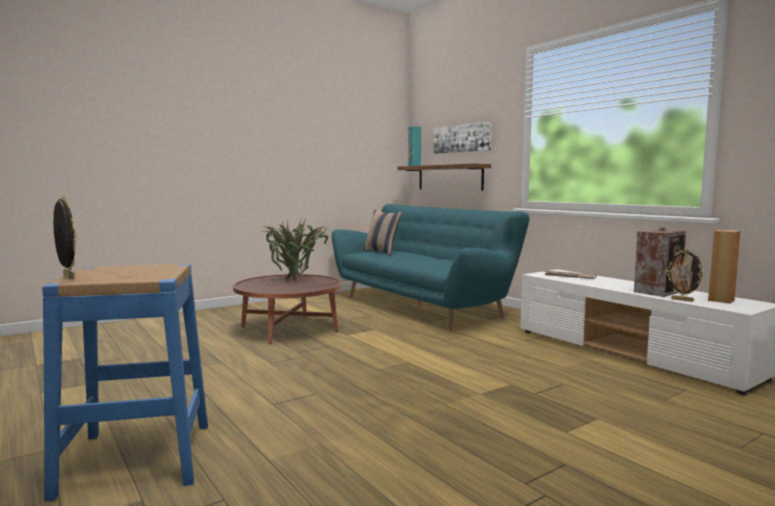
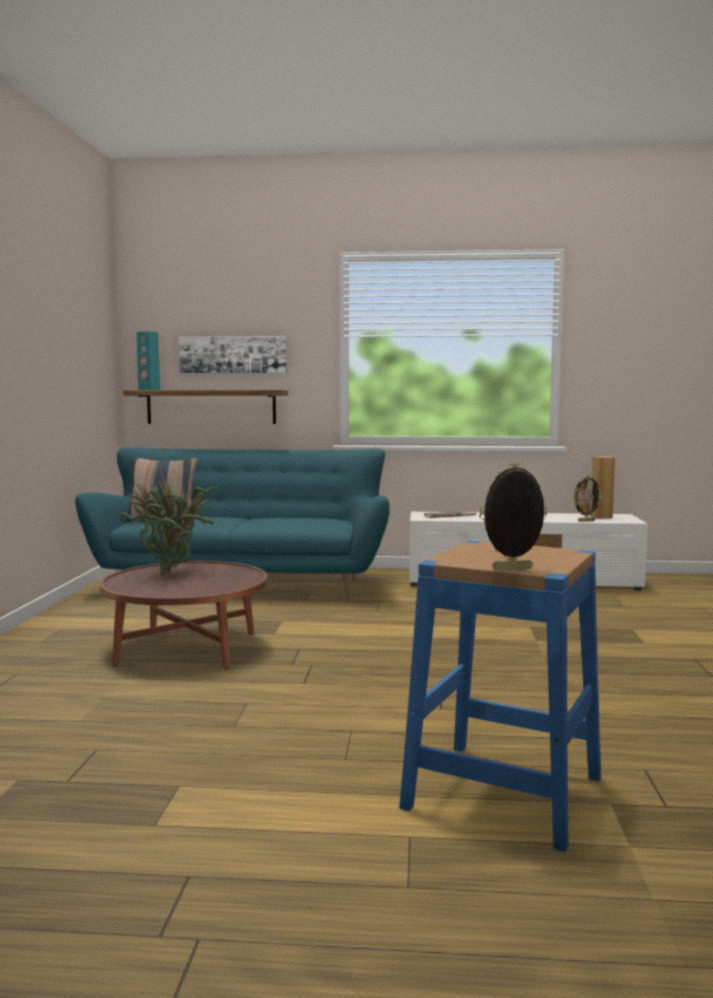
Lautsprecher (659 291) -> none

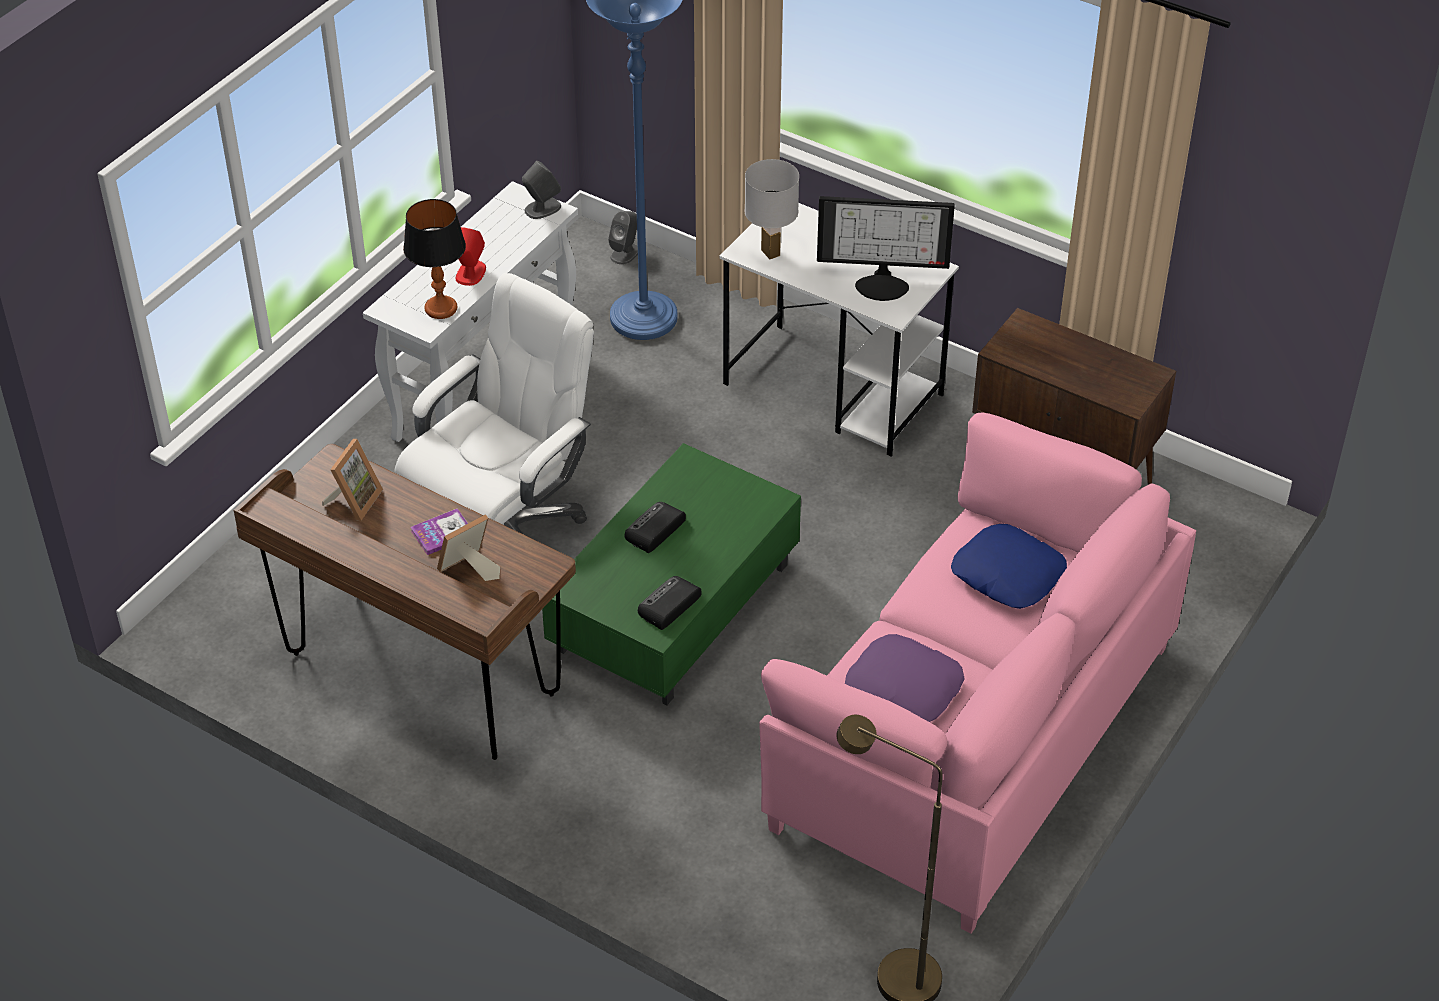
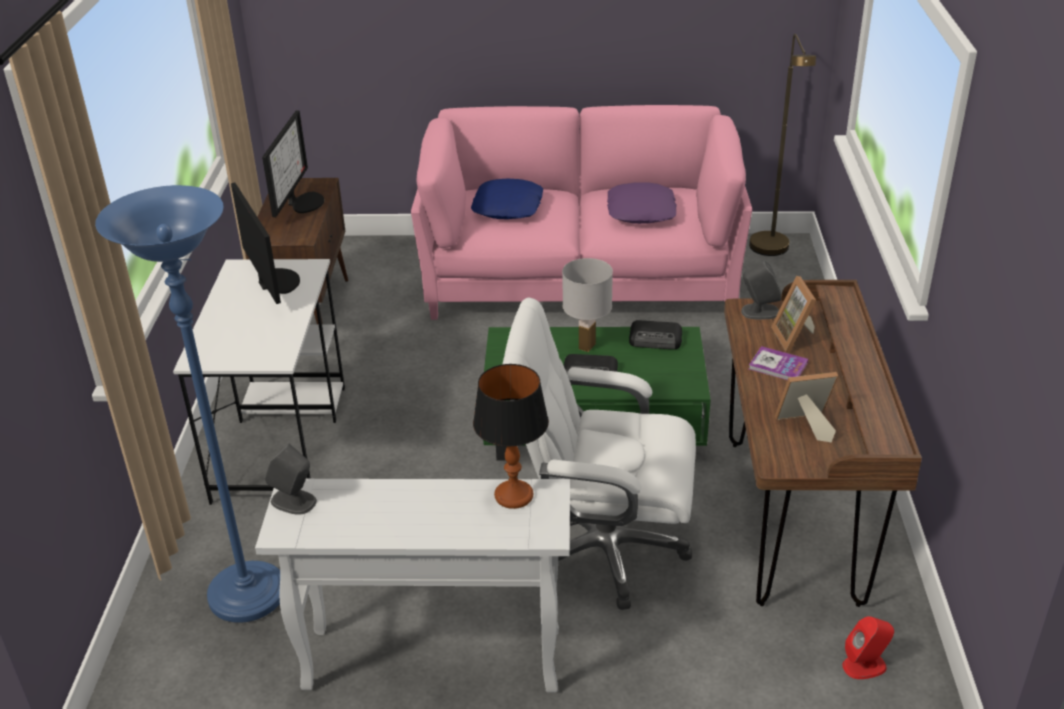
none -> Monitor (303 202)
Tischlampe/weiß (771 253) -> Tischlampe/weiß (586 346), move
Lautsprecher/grau (625 253) -> Lautsprecher/grau (759 312), move
Bilderrahmen (469 570) -> Bilderrahmen (795 338), 60 degrees clockwise
Lautsprecher/rot (470 273) -> Lautsprecher/rot (865 666), move

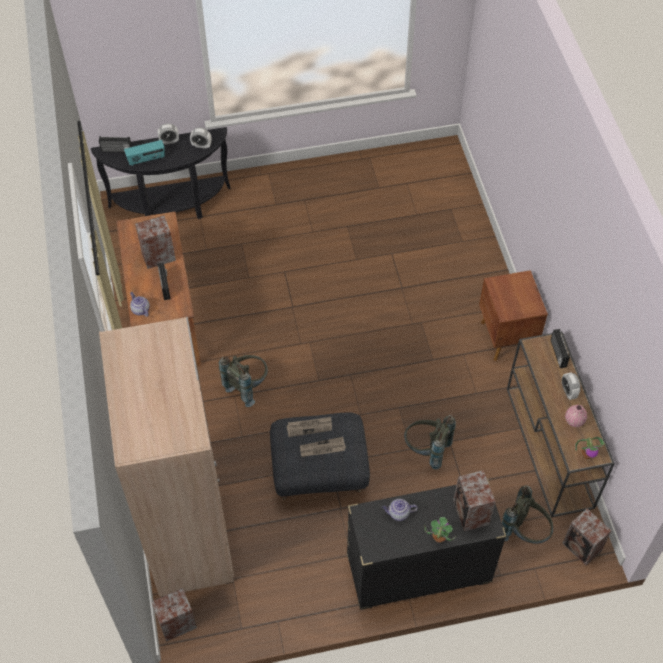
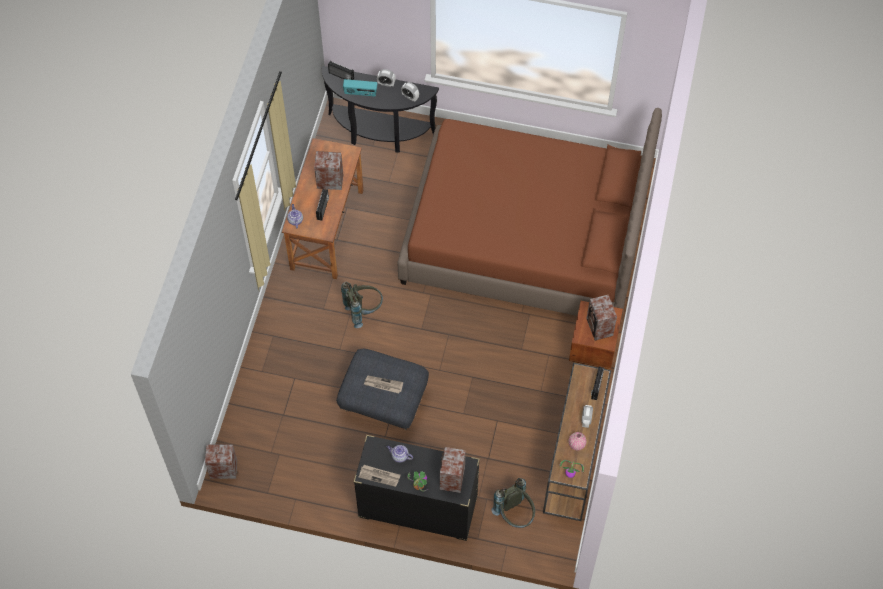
Zeitung (309 427) -> Zeitung (379 476), move
none -> Bett/braun (525 237)
Lautsprecher (582 548) -> Lautsprecher (599 328), move
Kleiderschrank/beige (188 529) -> none
Rucksack/grau (426 450) -> none

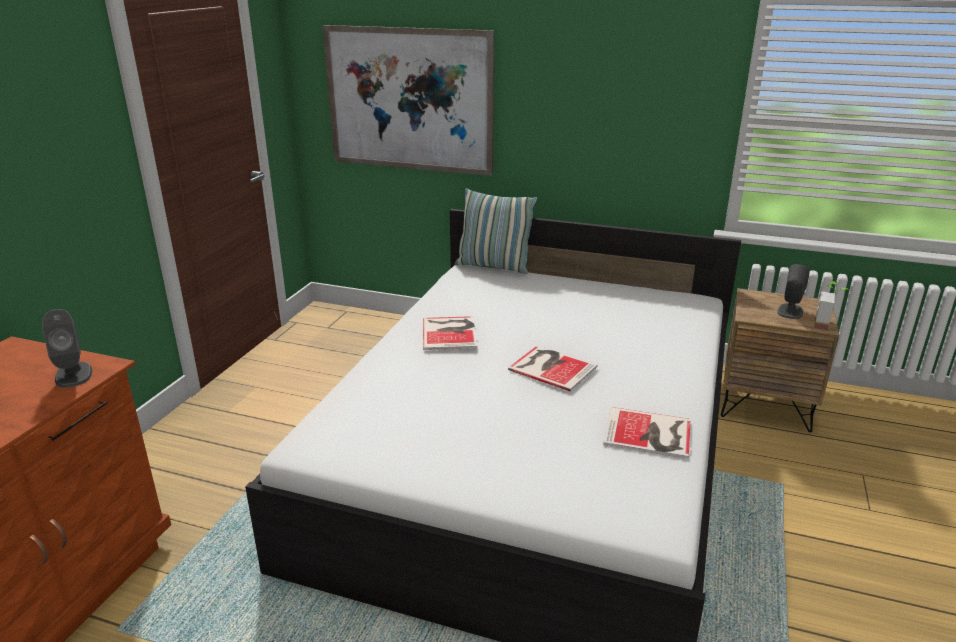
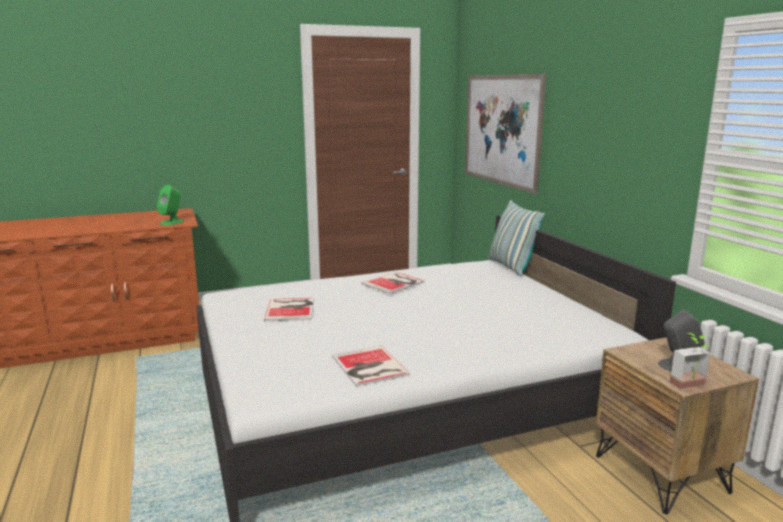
Lautsprecher/grau (73 374) -> Lautsprecher/grün (172 222)
Buch (551 367) -> Buch (291 309), move

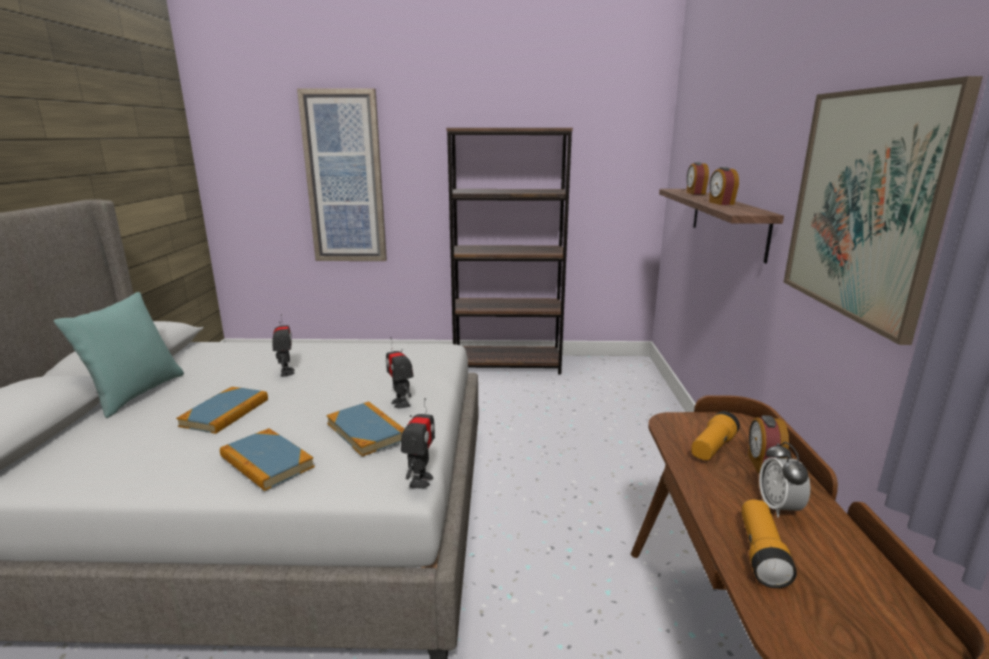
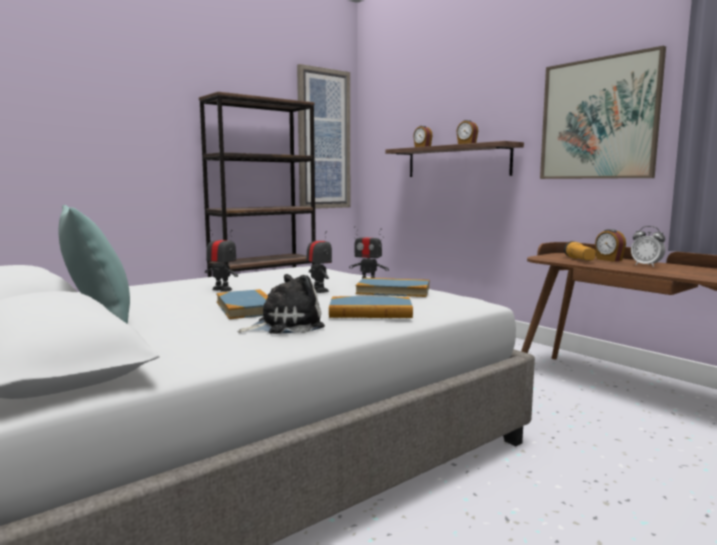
none -> Plüschtier (285 325)
Bild (345 178) -> Bild (323 139), move
Spielzeugroboter (420 480) -> Spielzeugroboter (319 291), move
Taschenlampe (761 554) -> none

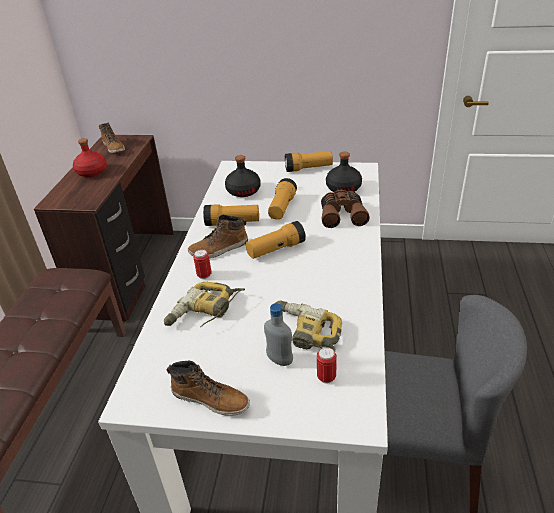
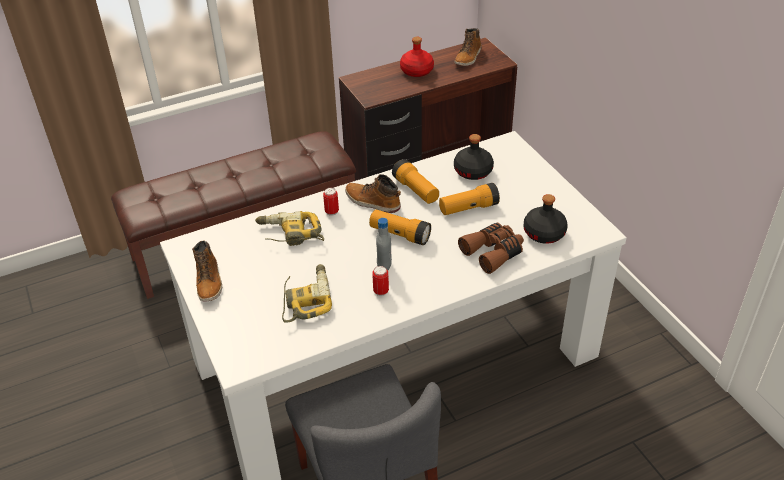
Dose (326 377) -> Dose (381 291), move
Flasche/grau (279 360) -> Flasche/grau (384 266), move
Taschenlampe (308 168) -> none

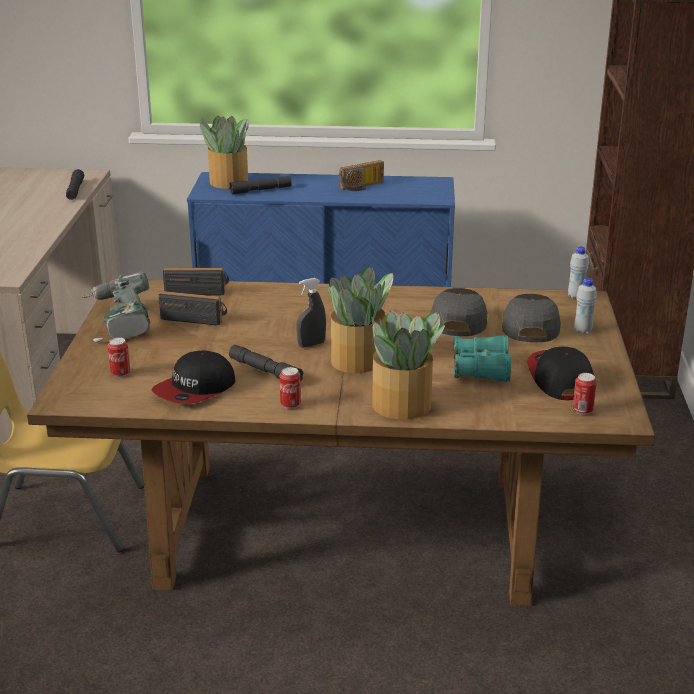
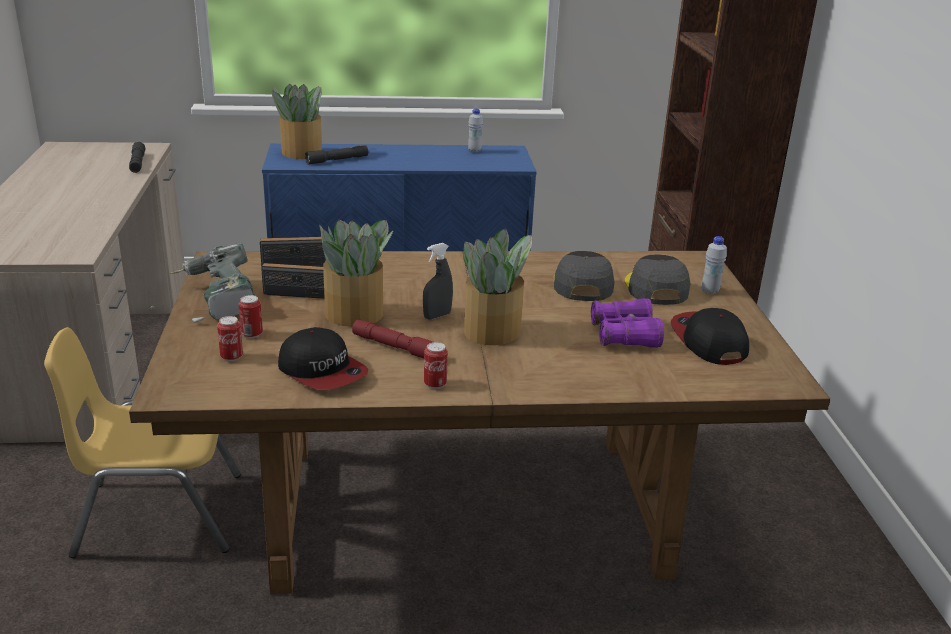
Dose (582 411) -> Dose (252 334), move
Kappe (195 389) -> Kappe (322 371), 75 degrees counterclockwise
Topfpflanze (402 406) -> Topfpflanze (355 314), move
Taschenlampe/grau (265 371) -> Taschenlampe/rot (395 347)
Flasche/weiß (575 297) -> Flasche/weiß (474 151), move
Fernglas/türkis (481 369) -> Fernglas/lila (625 335)
Radio (362 187) -> none

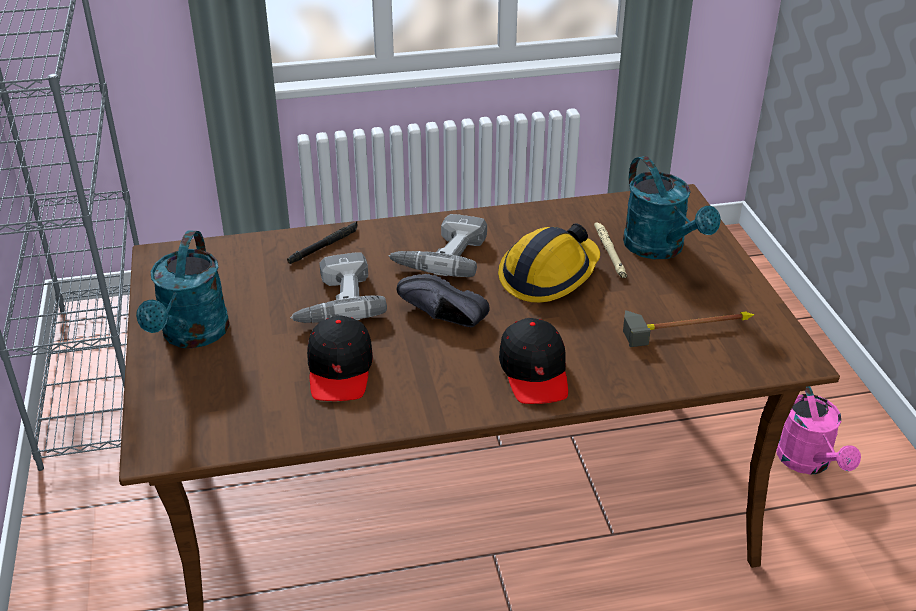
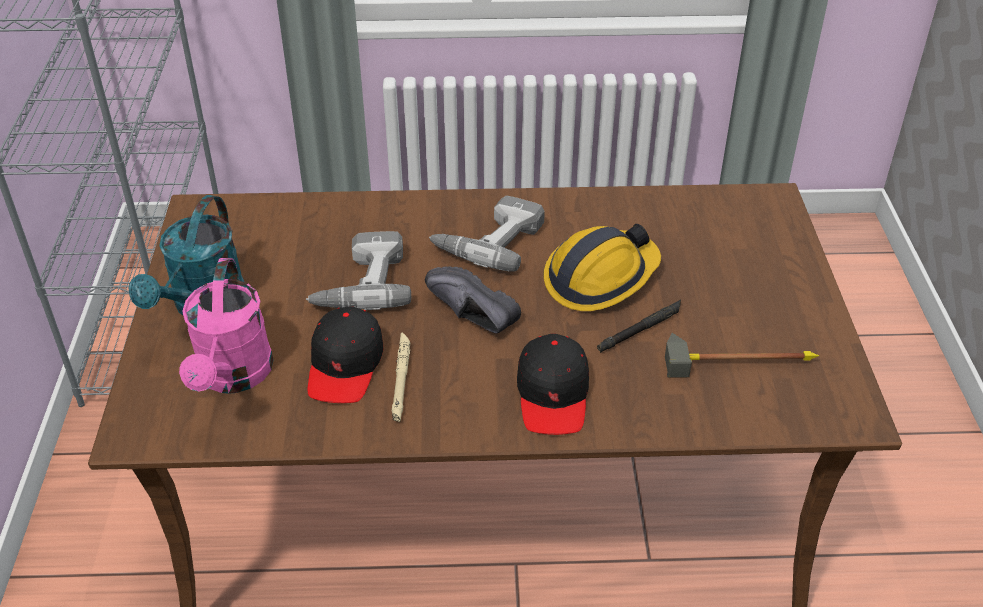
Gießkanne/rosa (808 463) -> Gießkanne/rosa (233 377), move
Taschenlampe/beige (609 253) -> Taschenlampe/beige (401 379), move
Taschenlampe/schwarz (324 246) -> Taschenlampe/schwarz (641 329), move
Gießkanne/türkis (660 249) -> none

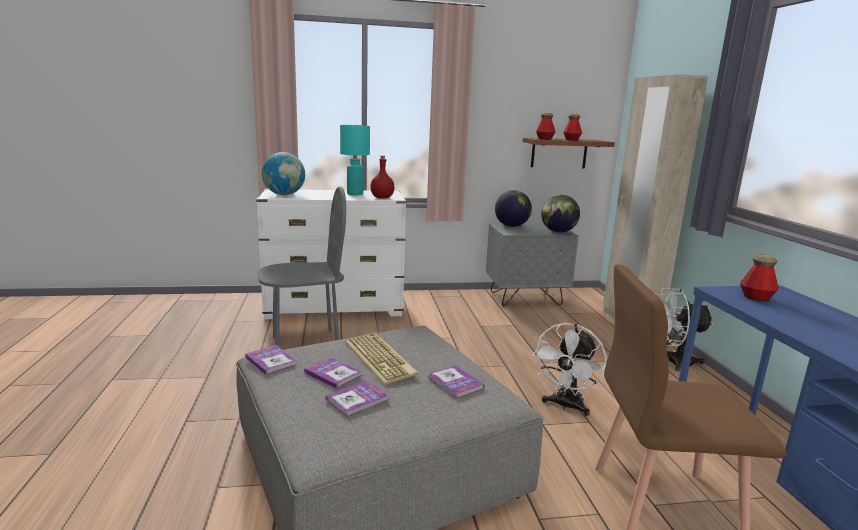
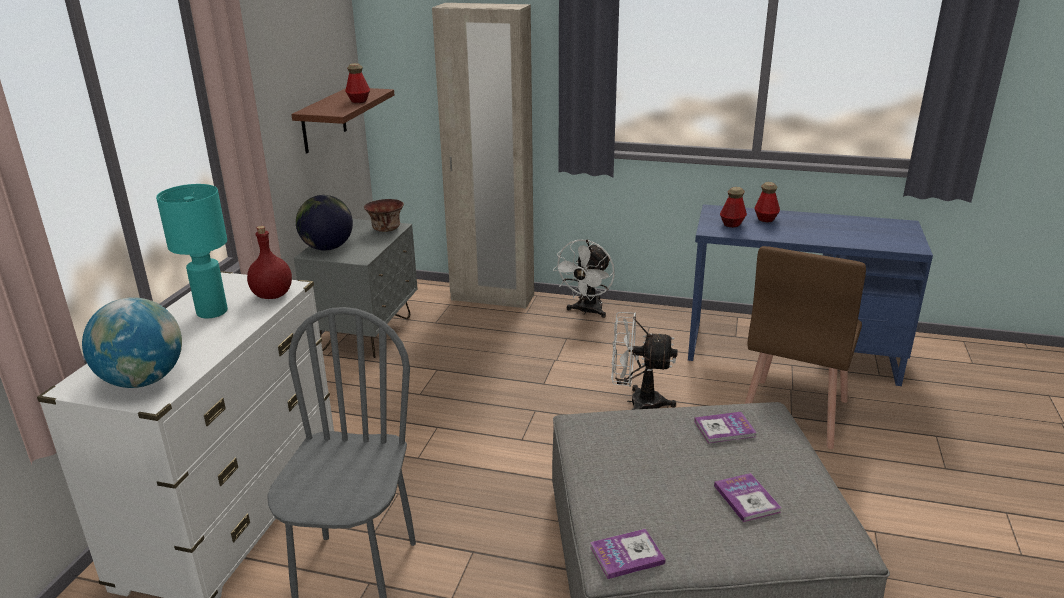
Globus (558 232) -> Schüssel (386 229)
Ventilator/weiß (565 406) -> Ventilator/weiß (637 403), 135 degrees clockwise
Flasche (544 139) -> Flasche (765 219), move
Buch (333 374) -> none
Tastatur (381 358) -> none

